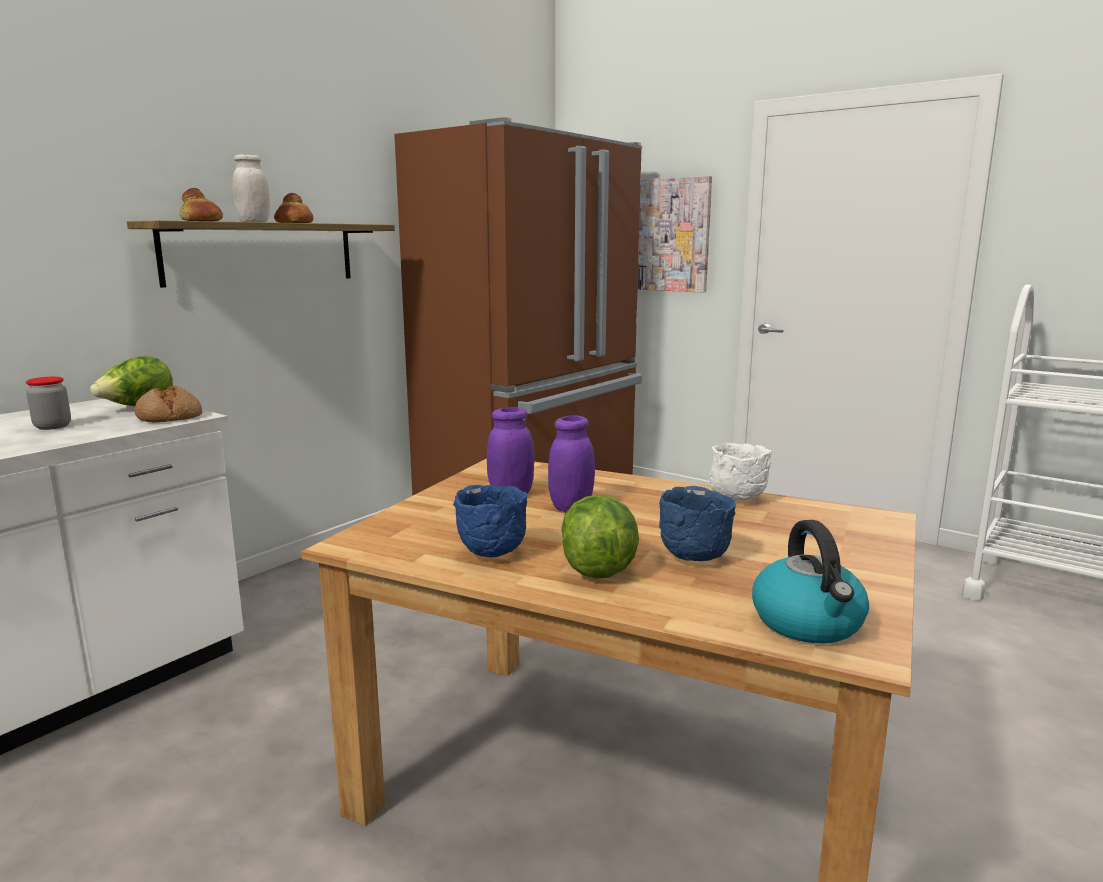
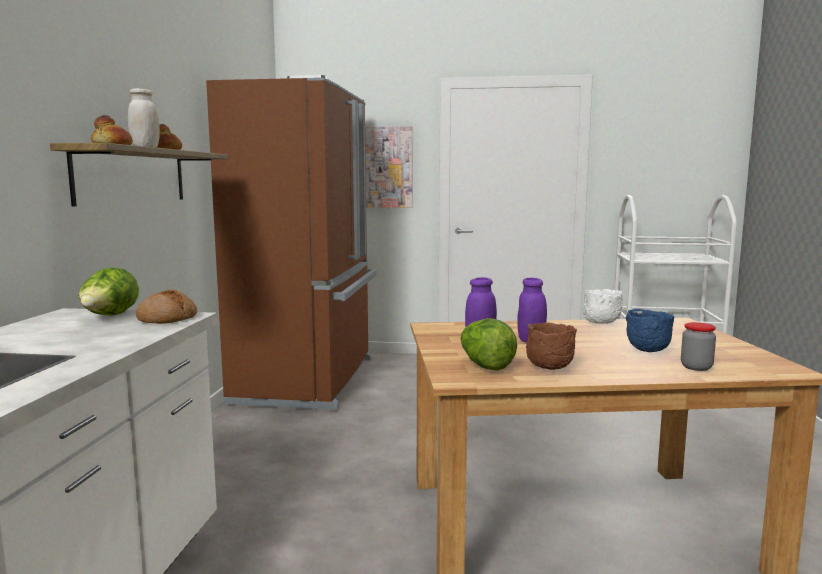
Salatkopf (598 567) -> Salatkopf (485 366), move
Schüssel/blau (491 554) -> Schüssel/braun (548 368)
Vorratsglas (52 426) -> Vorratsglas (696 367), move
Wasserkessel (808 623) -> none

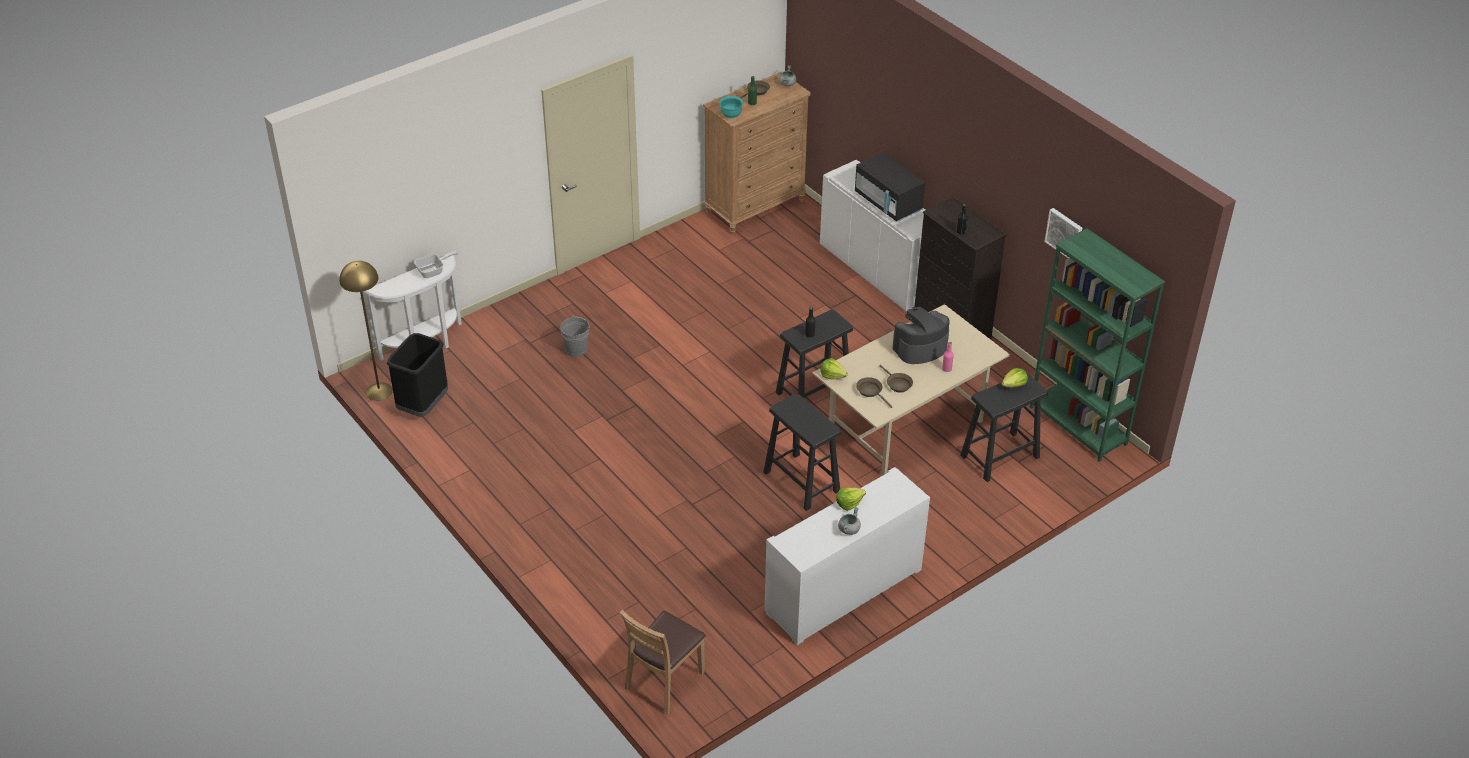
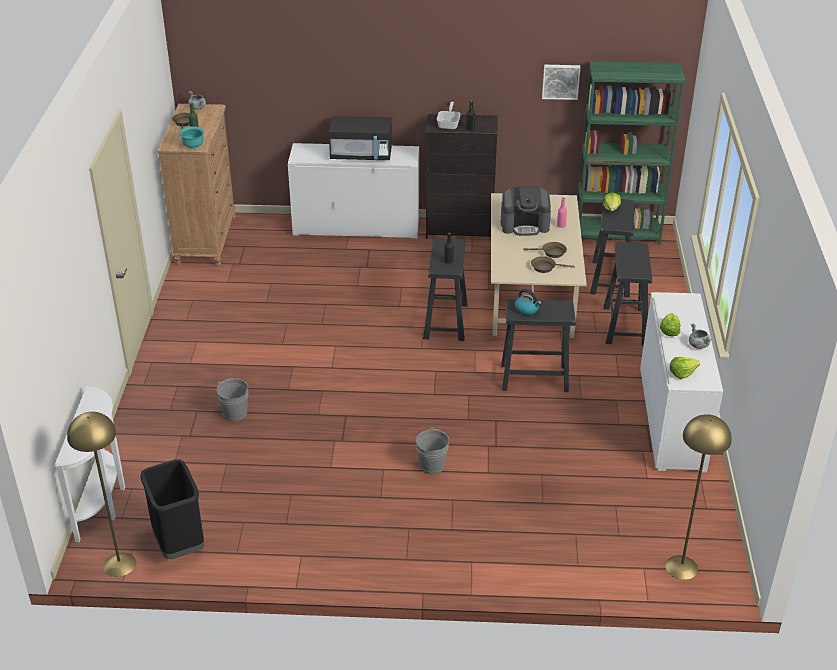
none -> Eimer/grau (432 465)
Pfanne (434 271) -> Pfanne (449 124), move
Kaffeemaschine (920 348) -> Kaffeemaschine (525 225), 105 degrees counterclockwise
none -> Wasserkessel (527 309)
none -> Hocker/schwarz (624 326)
Stuhl/braun (664 682) -> Stehlampe/gelb (681 567)
Salatkopf (832 375) -> Salatkopf (682 373), move

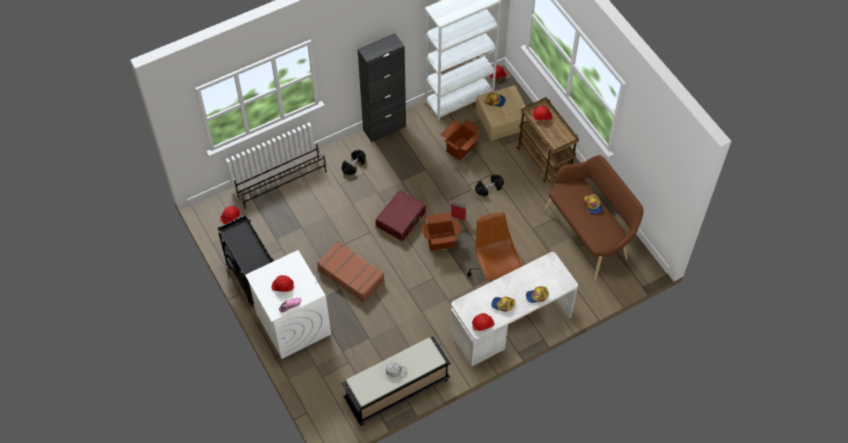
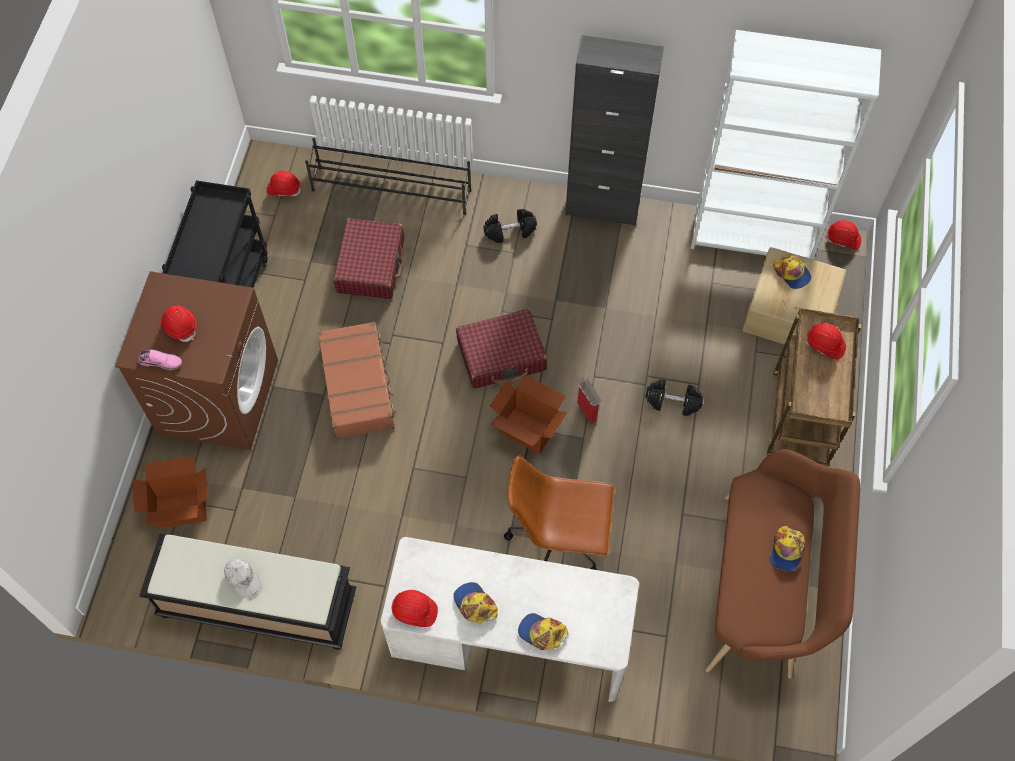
Waschmaschine/weiß (293 323) -> Waschmaschine/braun (218 396)
Karton (460 148) -> Karton (181 507), move
none -> Koffer/rot (371 265)
Bürostuhl/braun (495 275) -> Bürostuhl/braun (558 542), 105 degrees counterclockwise

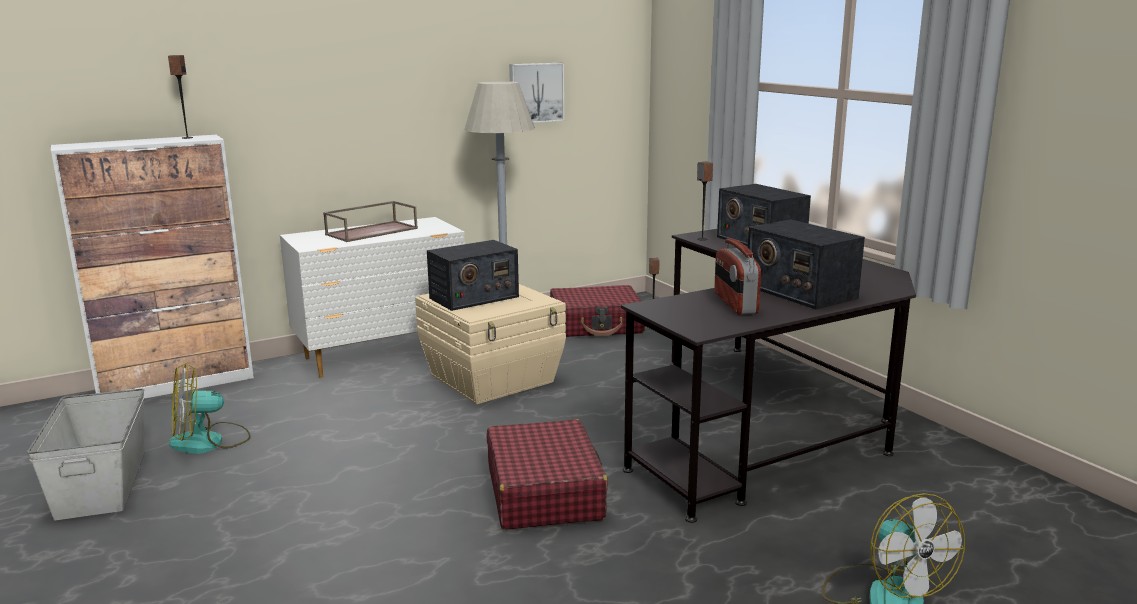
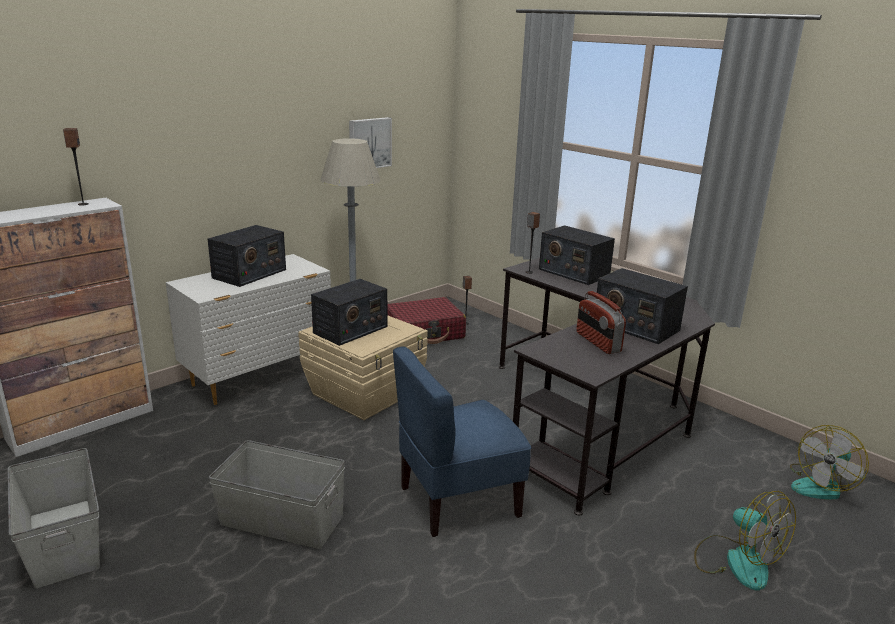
Tablett/braun (372 231) -> Radio (249 274)
none -> Aufbewahrungsbox/grau (281 519)
Koffer/rot (544 492) -> Stuhl/blau (458 501)
Ventilator (209 442) -> Ventilator (821 485), move

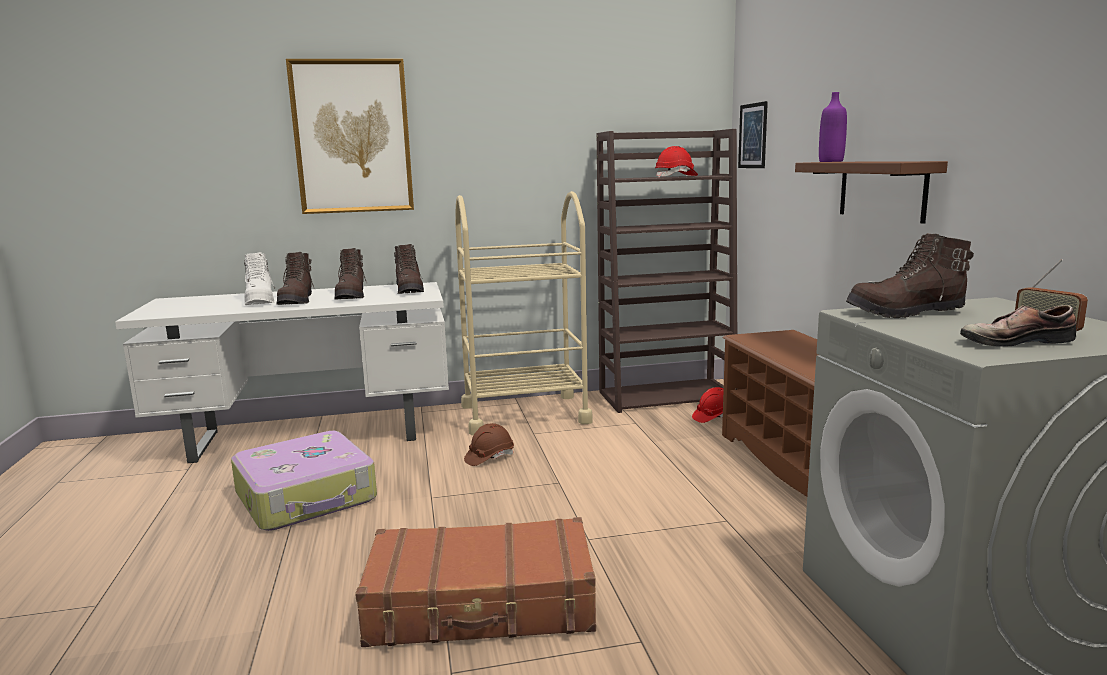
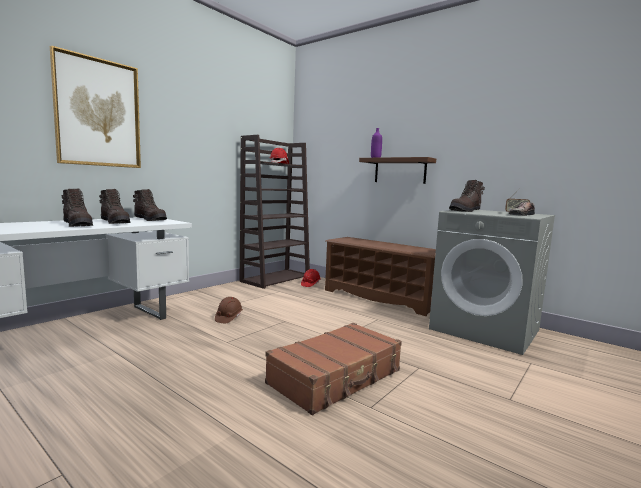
Koffer (307 497) -> none
Stiefel/weiß (260 301) -> none
Rollwagen/beige (524 414) -> none
Bild (753 136) -> none

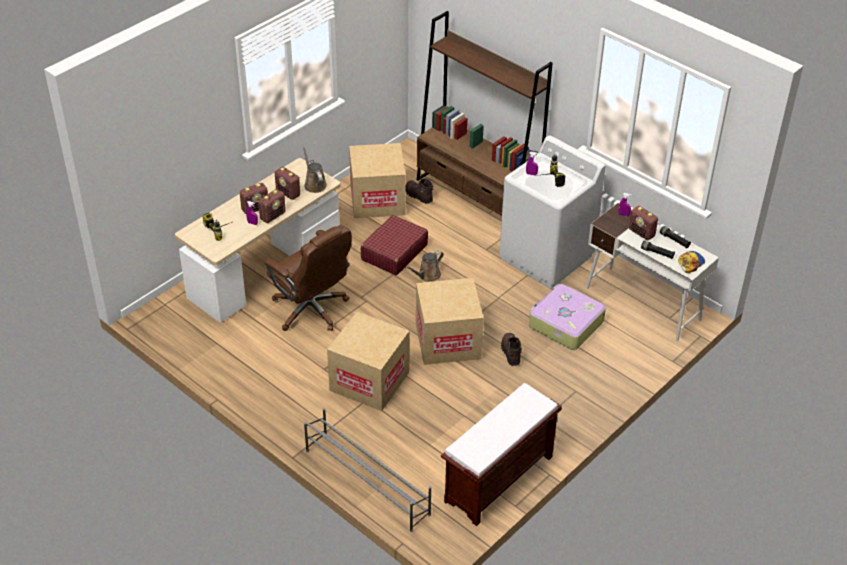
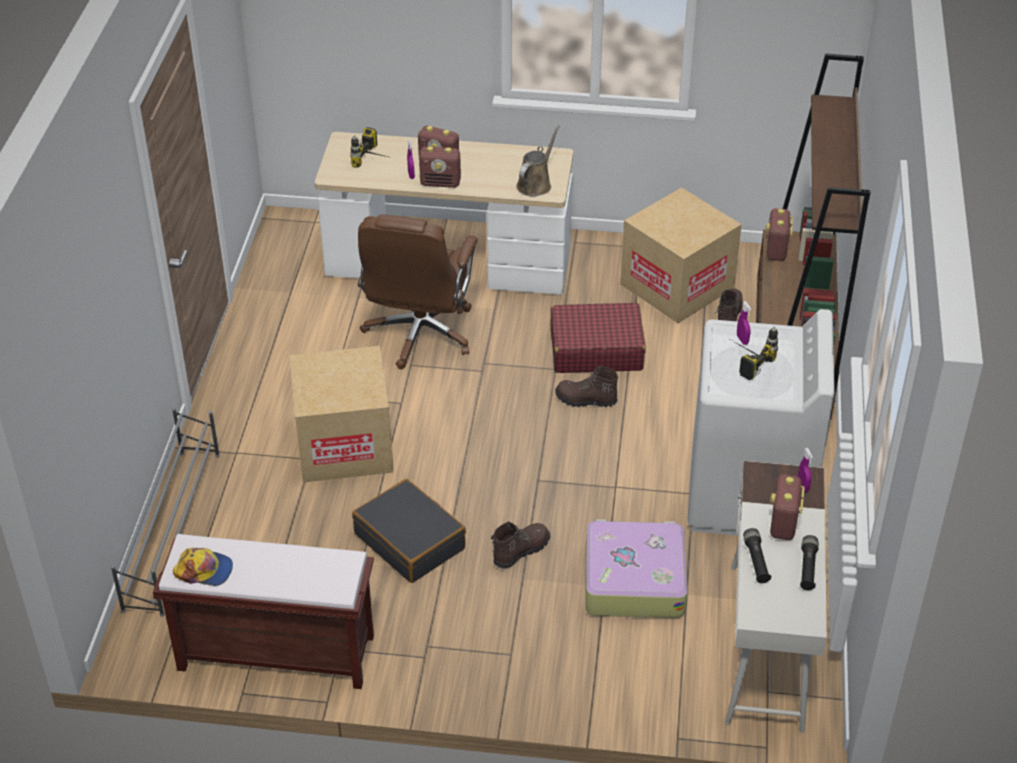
Kappe (690 263) -> Kappe (204 570), move
none -> Koffer/schwarz (410 541)
Gießkanne/braun (427 275) -> Stiefel/braun (585 400)
Radio (288 193) -> Radio (776 250), move
Karton (448 341) -> none

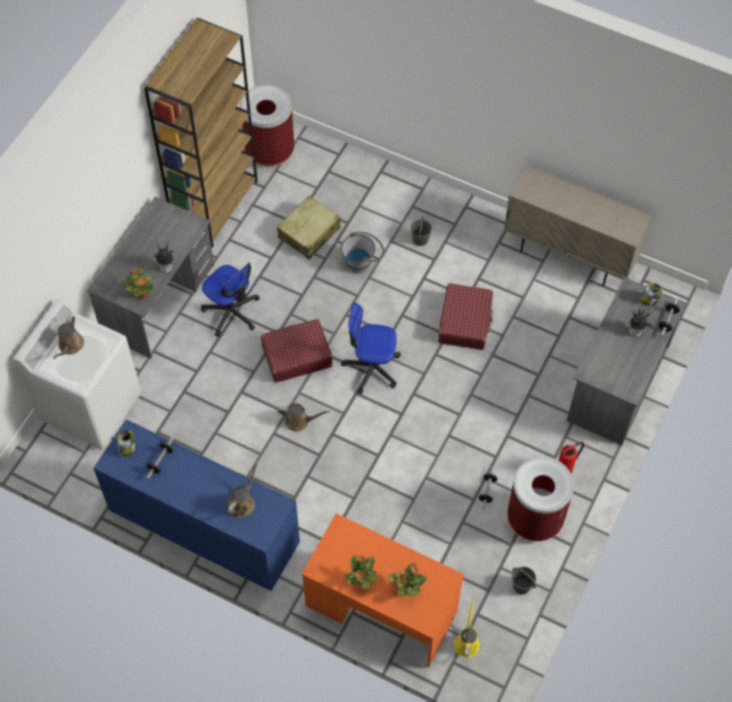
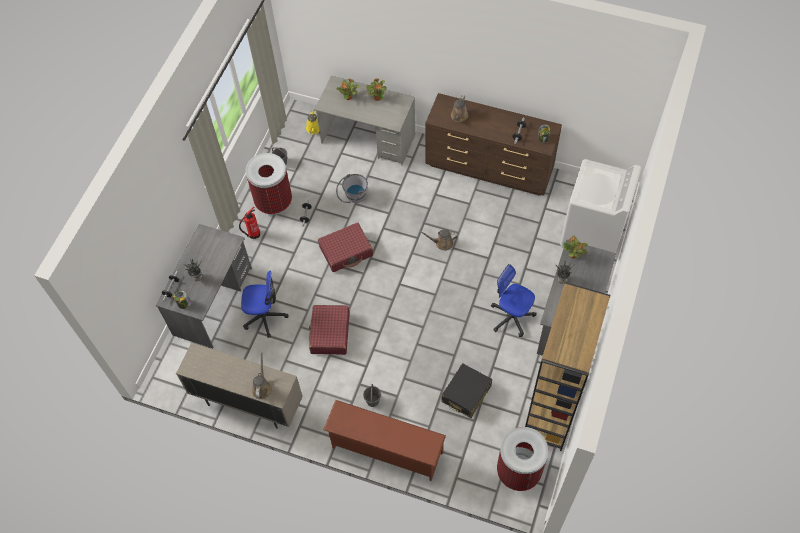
Bürostuhl (372 368) -> Bürostuhl (265 316), move
Gießkanne/braun (70 346) -> Gießkanne/braun (262 387), move
Schreibtisch/orange (381 608) -> Schreibtisch/grau (368 139)
Koffer/rot (296 356) -> Koffer/rot (346 251), move
none -> Schuhregal/braun (386 451)
Eimer/grau (362 262) -> Eimer/grau (353 198), move
Kommode/blau (204 528) -> Kommode/braun (489 168)
Koffer/beige (309 233) -> Koffer/schwarz (466 394)

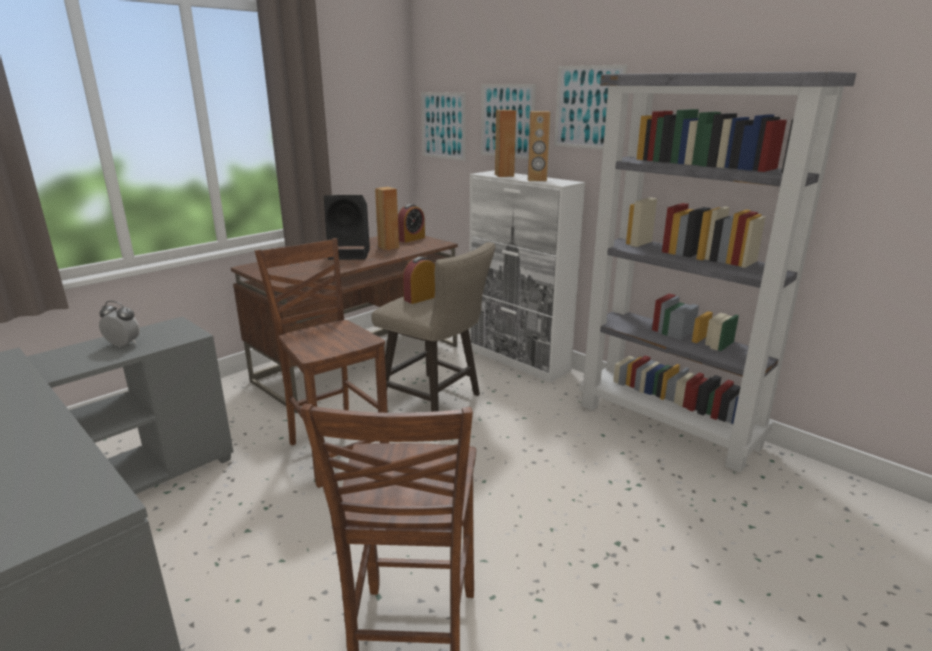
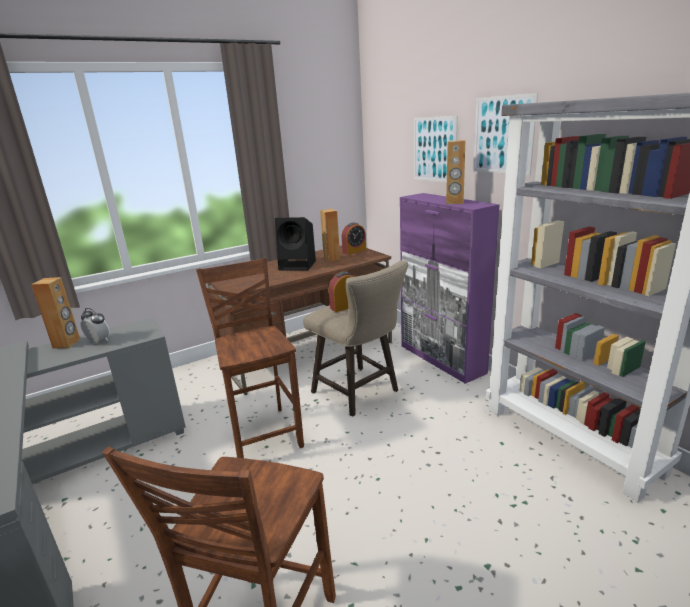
Lautsprecher/braun (504 175) -> Lautsprecher/braun (67 343), move
Schrank/weiß (518 360) -> Schrank/lila (442 359)
Bild (443 125) -> none

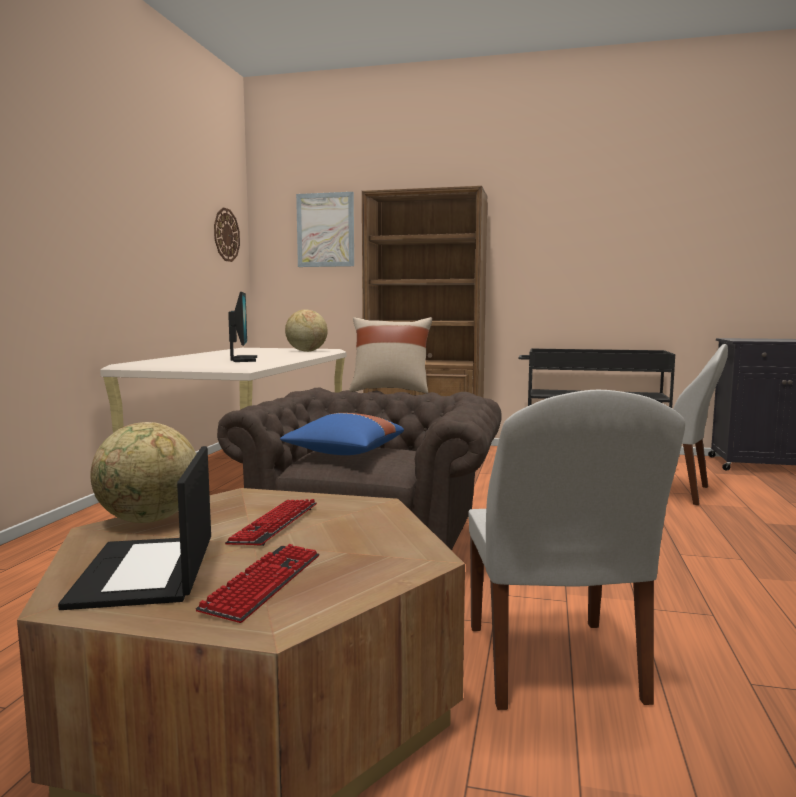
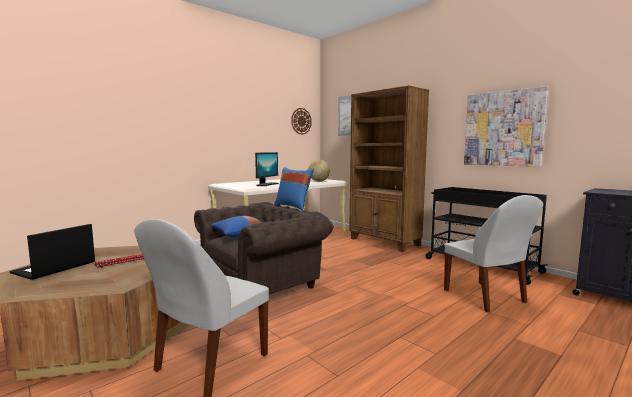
Kissen/beige (390 390) -> Kissen/blau (293 207)
none -> Bild (503 128)
Globus (148 520) -> none
Tastatur (264 583) -> none

